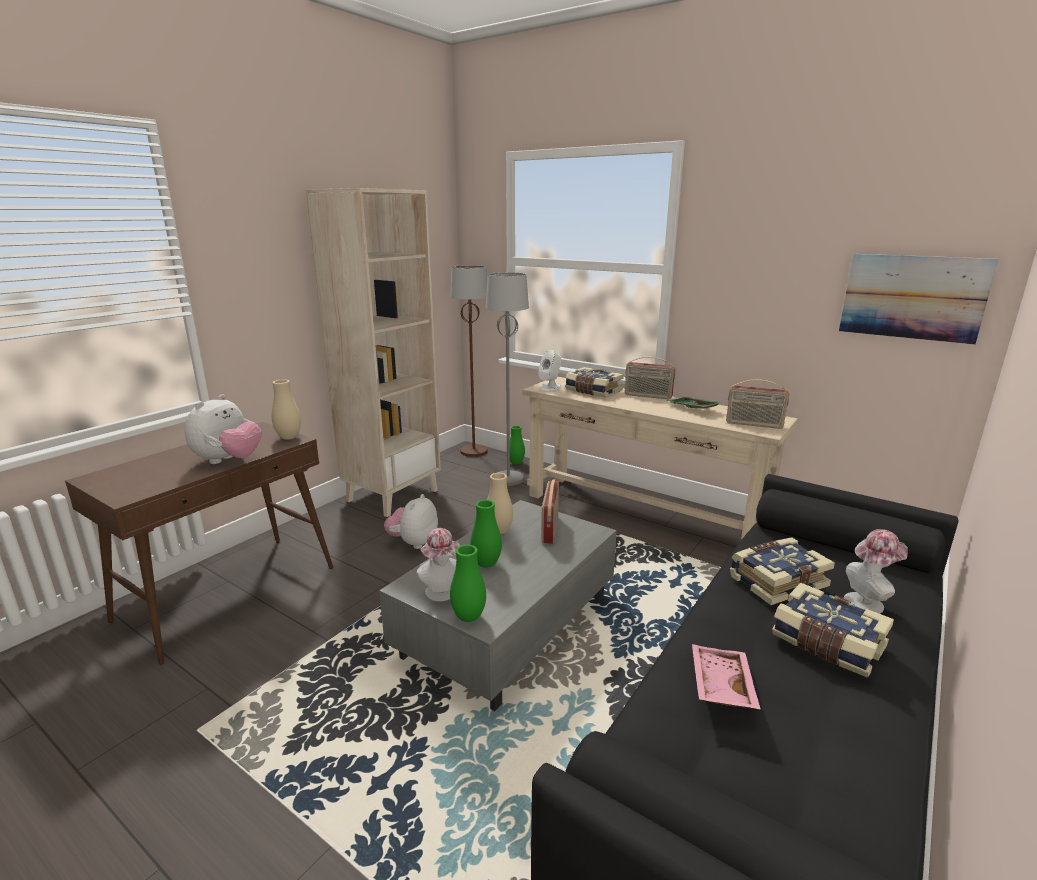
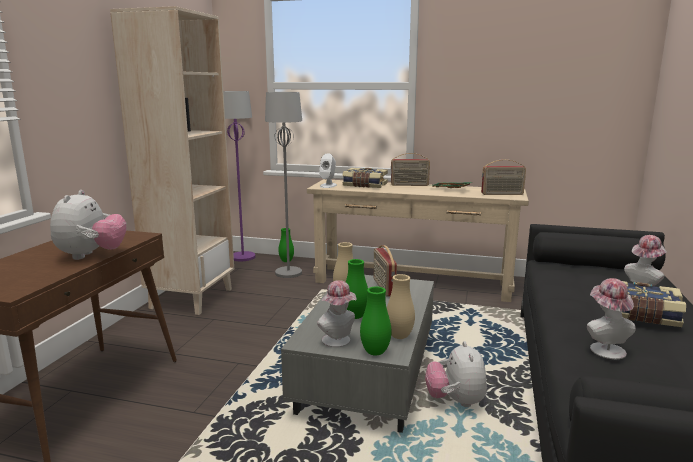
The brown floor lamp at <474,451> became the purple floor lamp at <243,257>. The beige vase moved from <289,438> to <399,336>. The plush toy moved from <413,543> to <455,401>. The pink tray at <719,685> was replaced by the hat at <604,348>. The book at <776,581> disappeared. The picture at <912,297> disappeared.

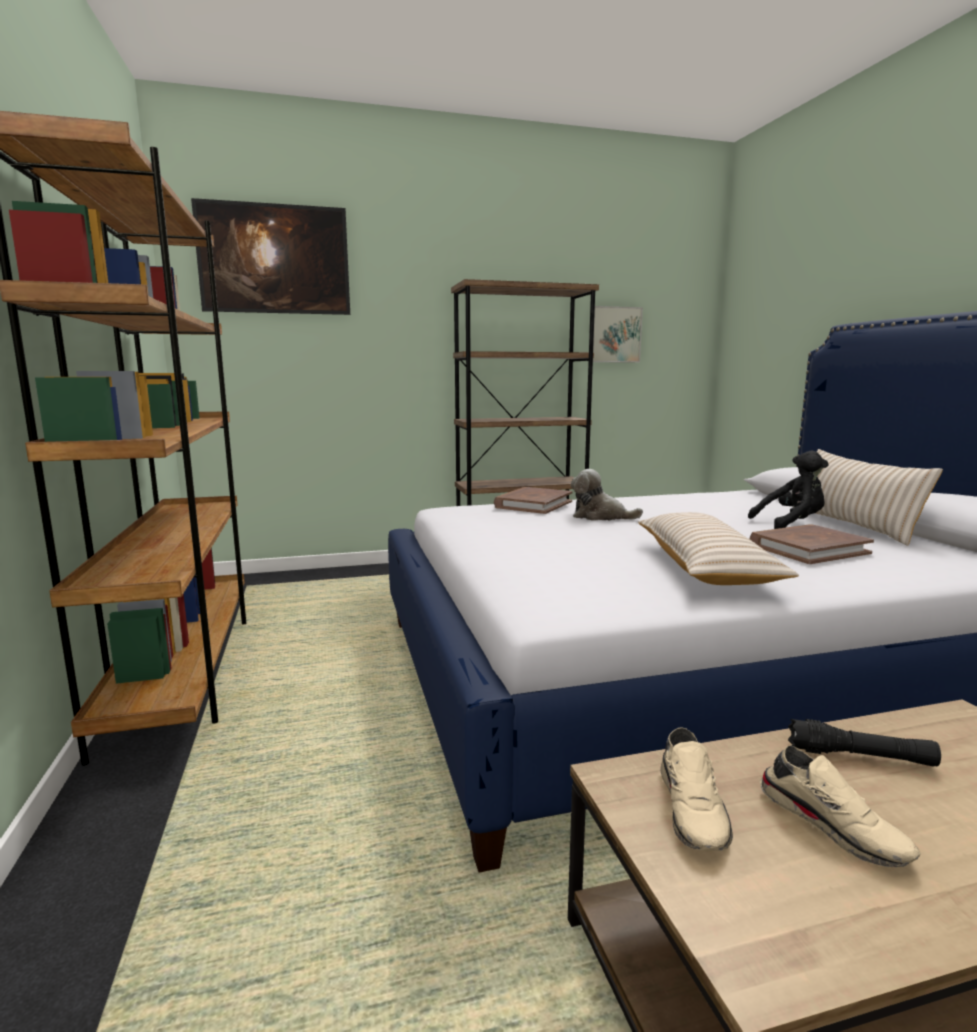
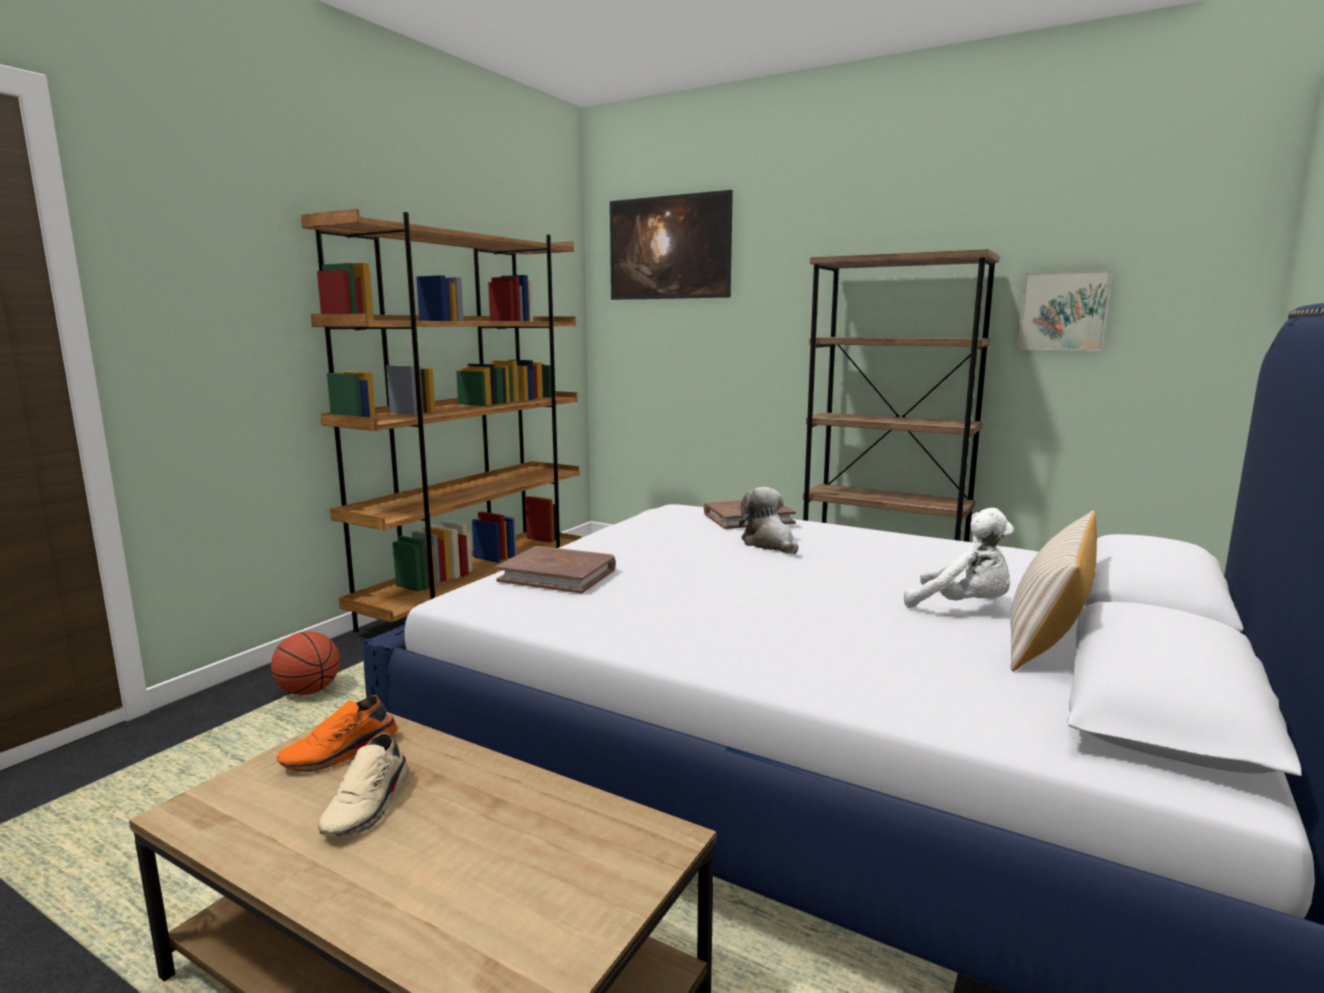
The basketball at <309,691> appeared. The beige shoe at <694,810> became the orange shoe at <341,753>. The brown book moved from <808,549> to <558,574>. The black plush toy at <791,524> became the white plush toy at <963,607>. The beige pillow at <704,567> disappeared. The black flashlight at <860,756> disappeared.

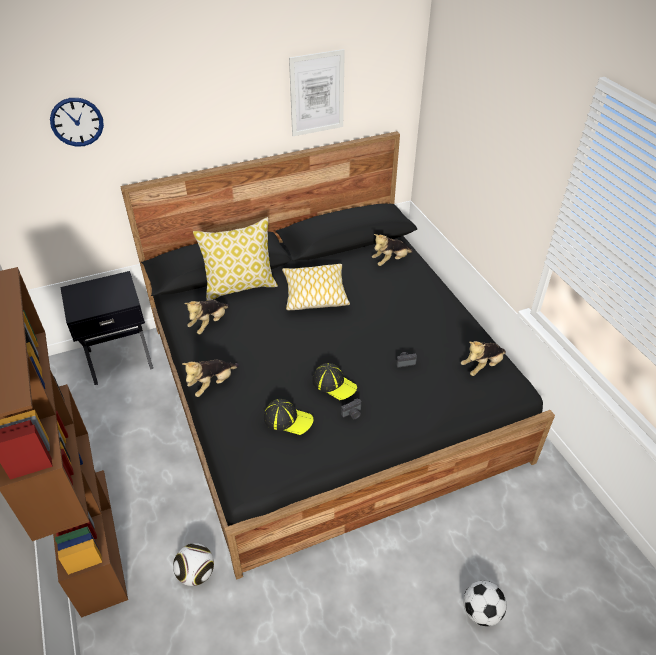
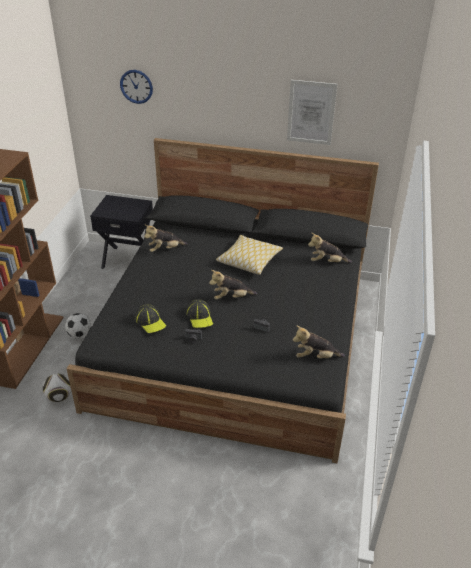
The football moved from <481,611> to <80,335>. The plush toy moved from <212,384> to <231,297>. The pillow at <240,286> disappeared.

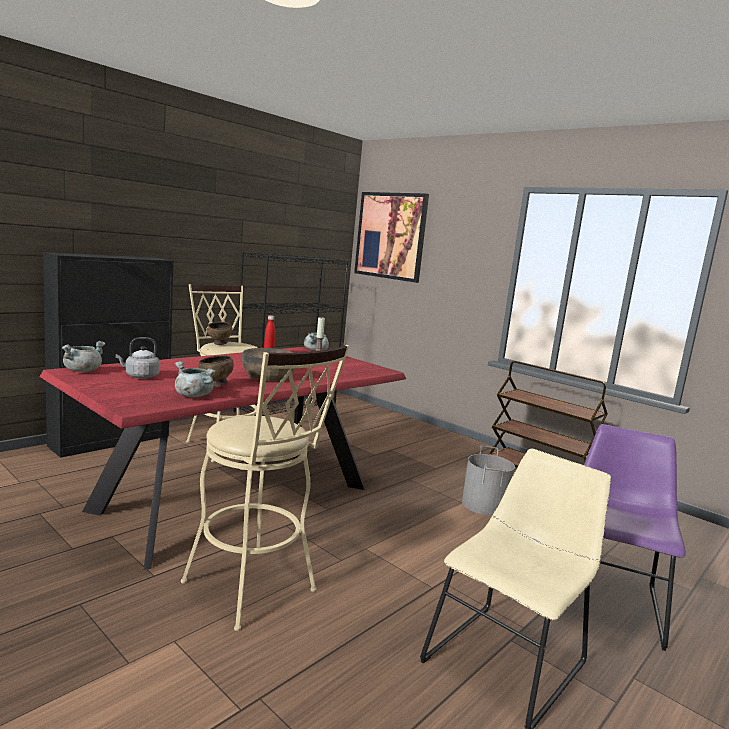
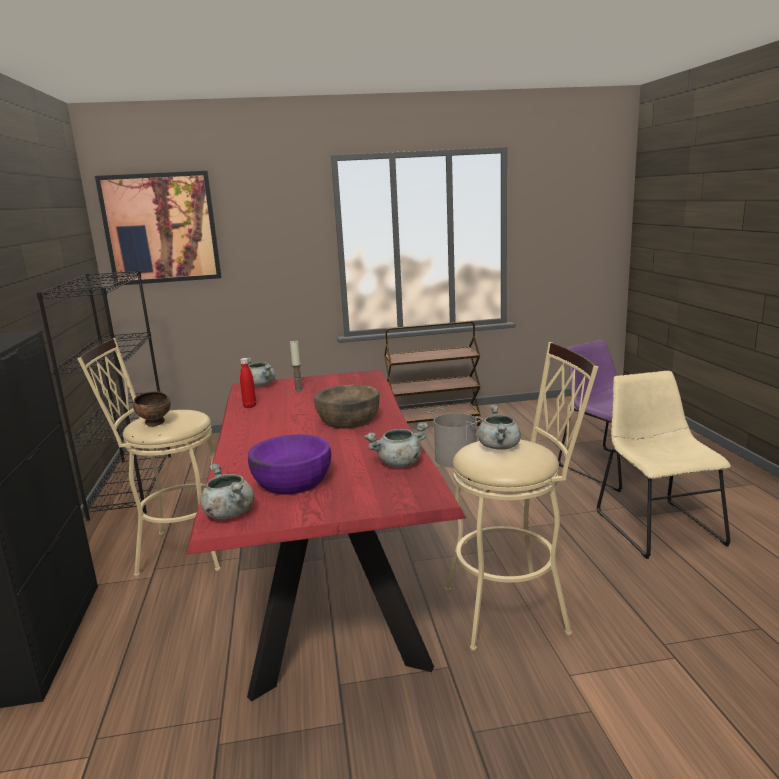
The grey kettle at <140,376> was replaced by the purple bowl at <292,481>. The grey cooking pot at <499,447> appeared. The brown bowl at <215,385> disappeared.

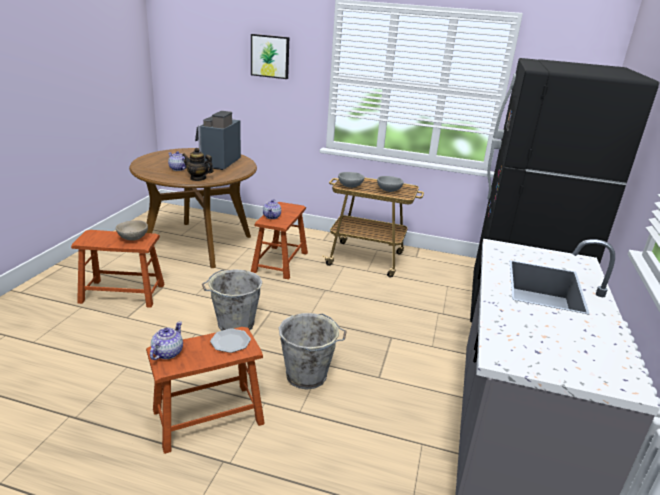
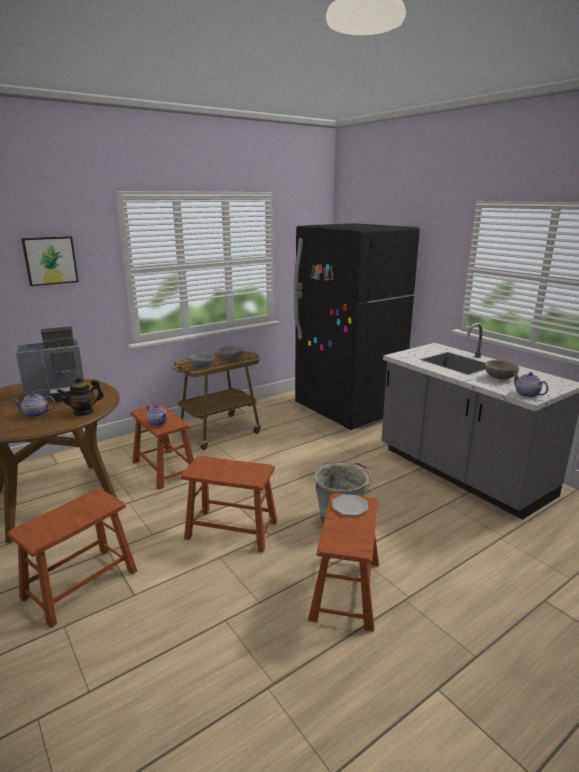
The coffee machine at <217,163> turned 75 degrees counterclockwise. The grey bucket at <234,325> was replaced by the brown stool at <231,529>. The beige bowl moved from <132,238> to <499,378>. The teapot moved from <167,353> to <527,394>.

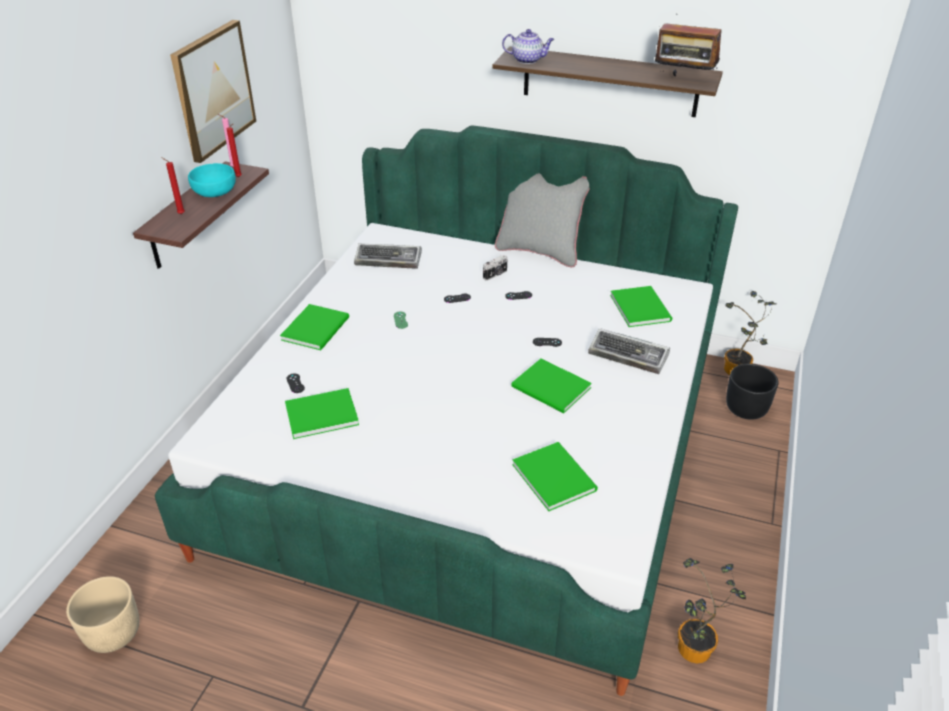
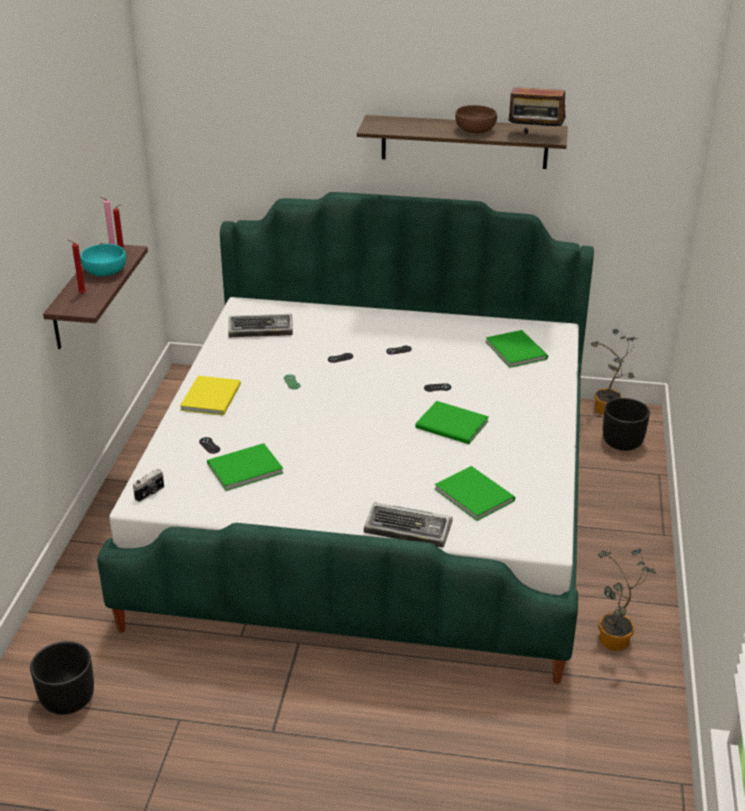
The beige planter at <112,633> became the black planter at <67,699>. The photo camera moved from <495,275> to <150,493>. The green book at <318,328> became the yellow book at <213,396>. The keyboard moved from <629,355> to <409,529>. The brown bowl at <475,130> appeared. The picture at <213,90> disappeared. The grey pillow at <539,251> disappeared. The teapot at <528,60> disappeared.

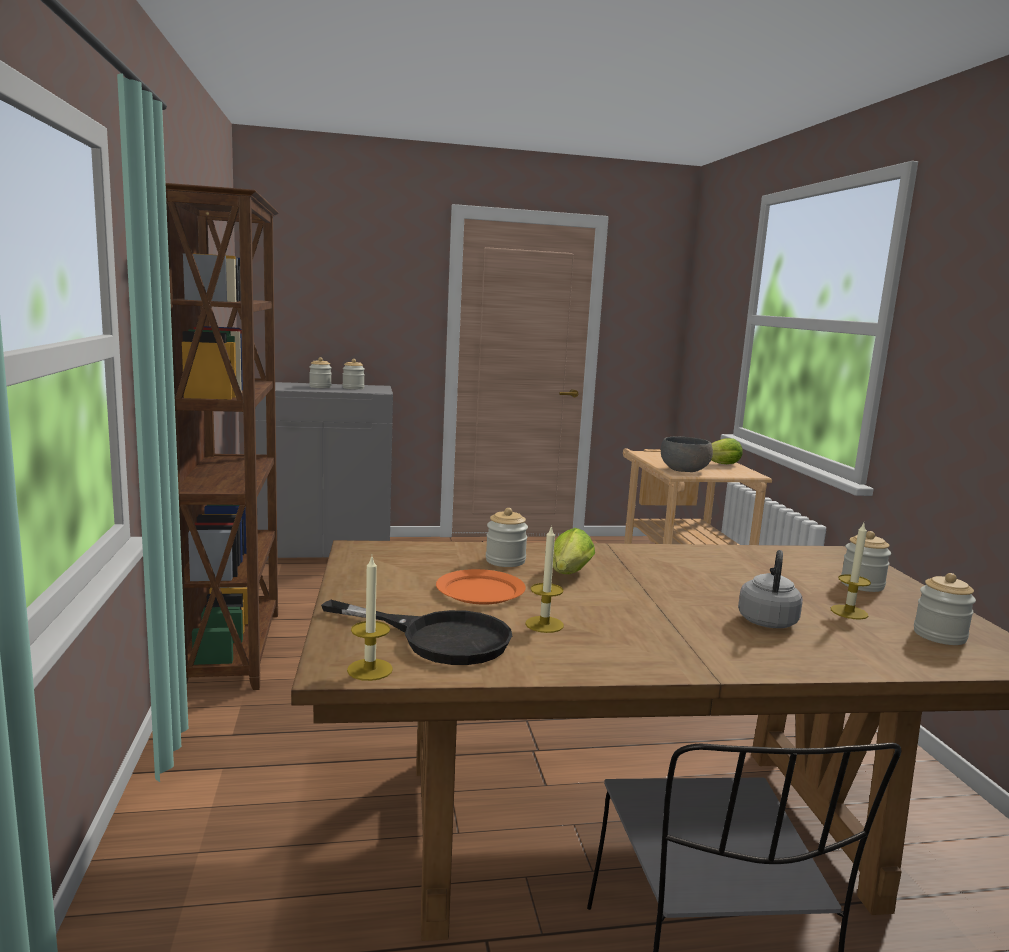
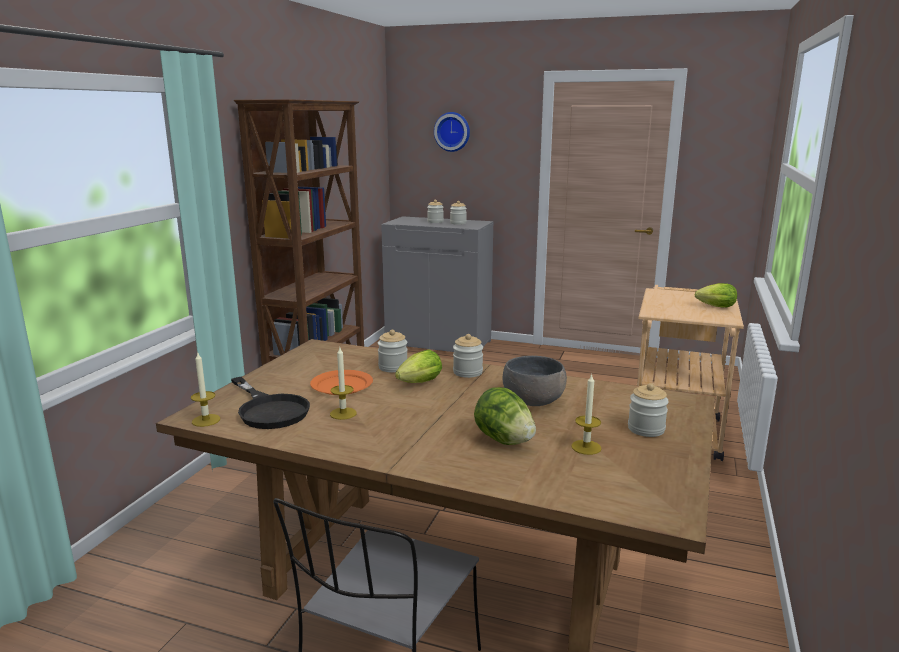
The wall clock at <452,131> appeared. The jar moved from <939,635> to <467,372>. The grey kettle at <767,620> was replaced by the lettuce at <504,440>. The grey bowl moved from <684,470> to <533,401>.

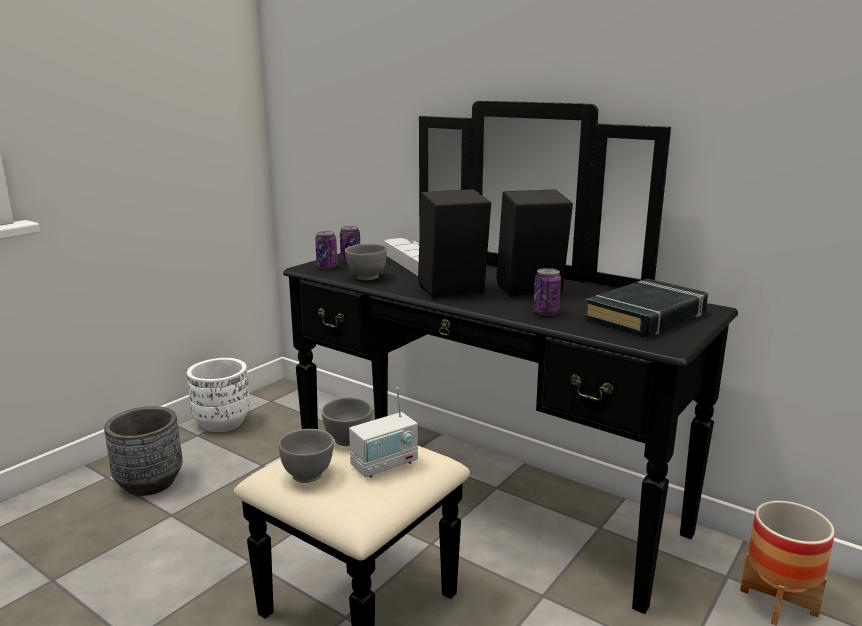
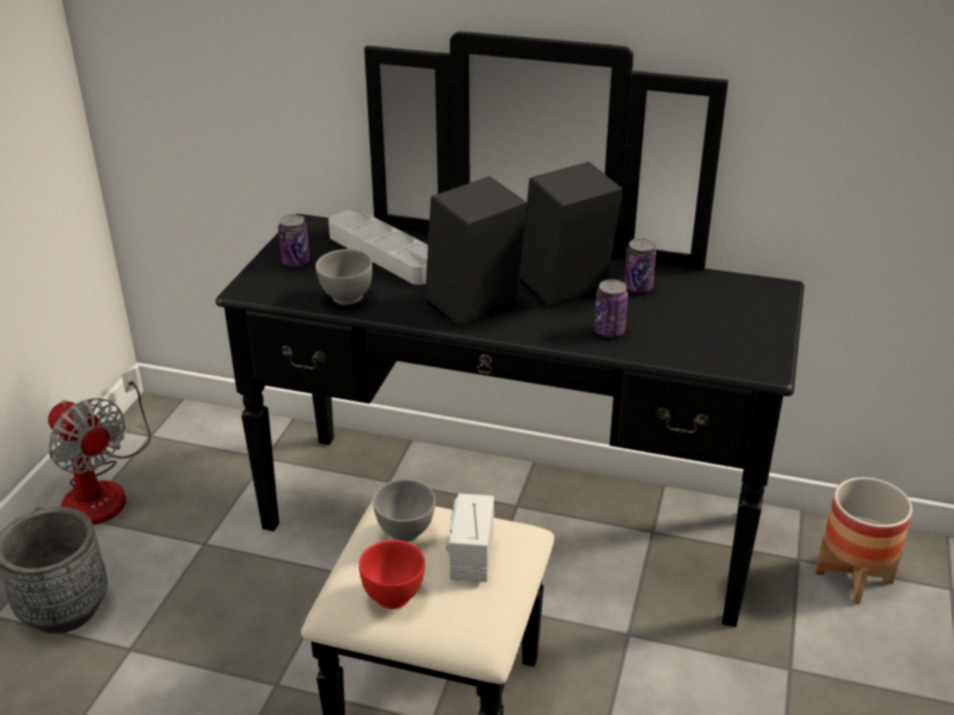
The white planter at <222,423> was replaced by the fan at <103,488>. The grey bowl at <308,475> became the red bowl at <393,596>. The radio at <385,464> turned 150 degrees clockwise. The can moved from <327,267> to <638,287>. The black book at <646,316> disappeared.

